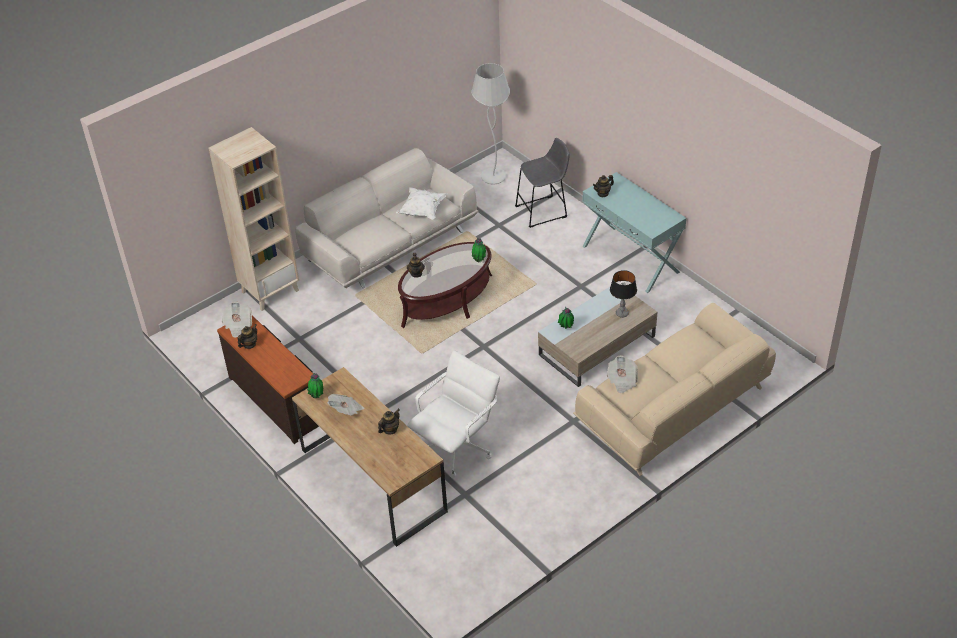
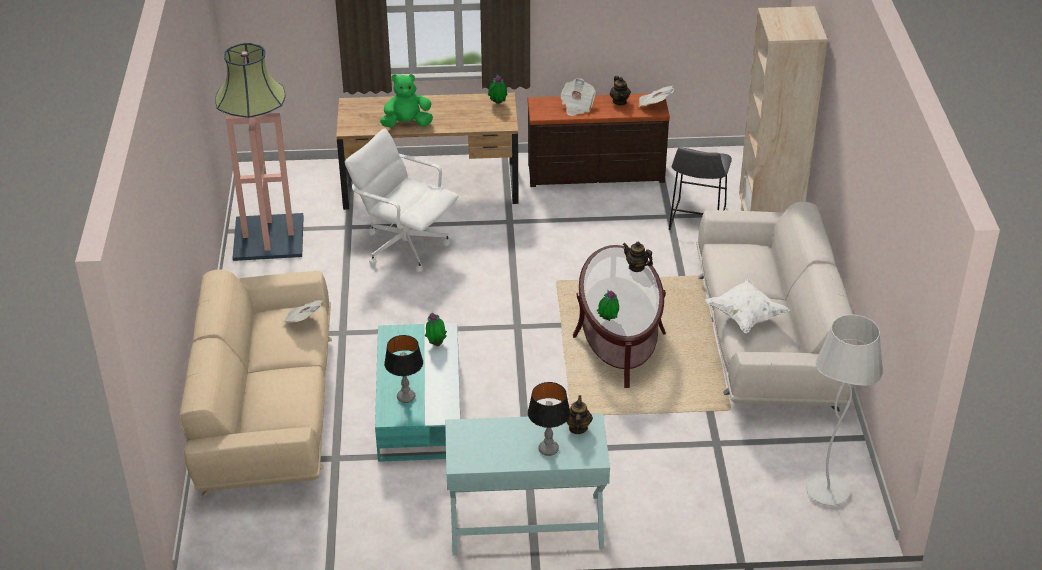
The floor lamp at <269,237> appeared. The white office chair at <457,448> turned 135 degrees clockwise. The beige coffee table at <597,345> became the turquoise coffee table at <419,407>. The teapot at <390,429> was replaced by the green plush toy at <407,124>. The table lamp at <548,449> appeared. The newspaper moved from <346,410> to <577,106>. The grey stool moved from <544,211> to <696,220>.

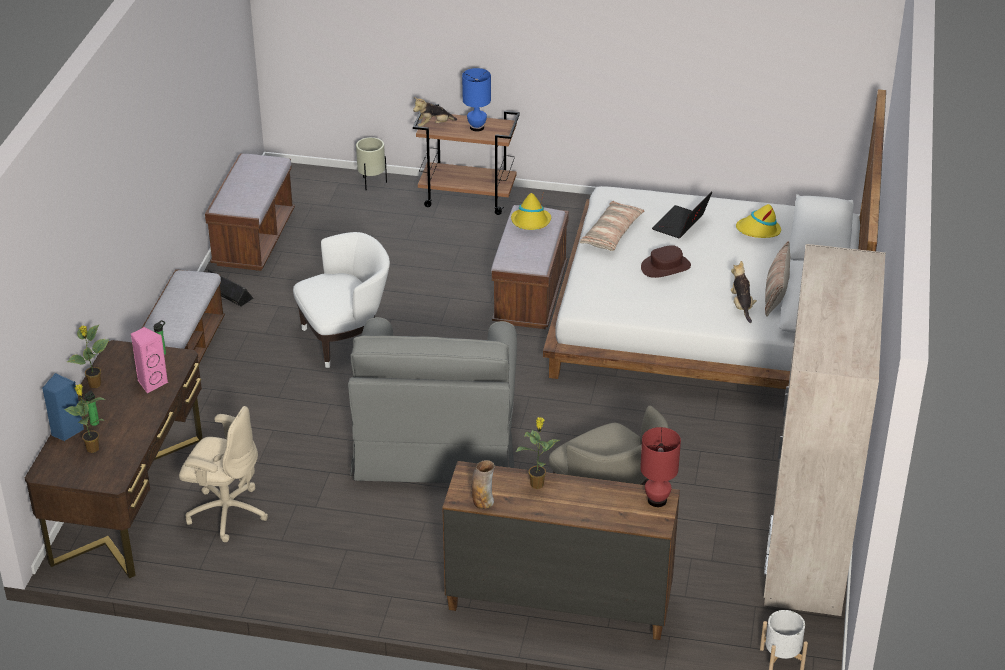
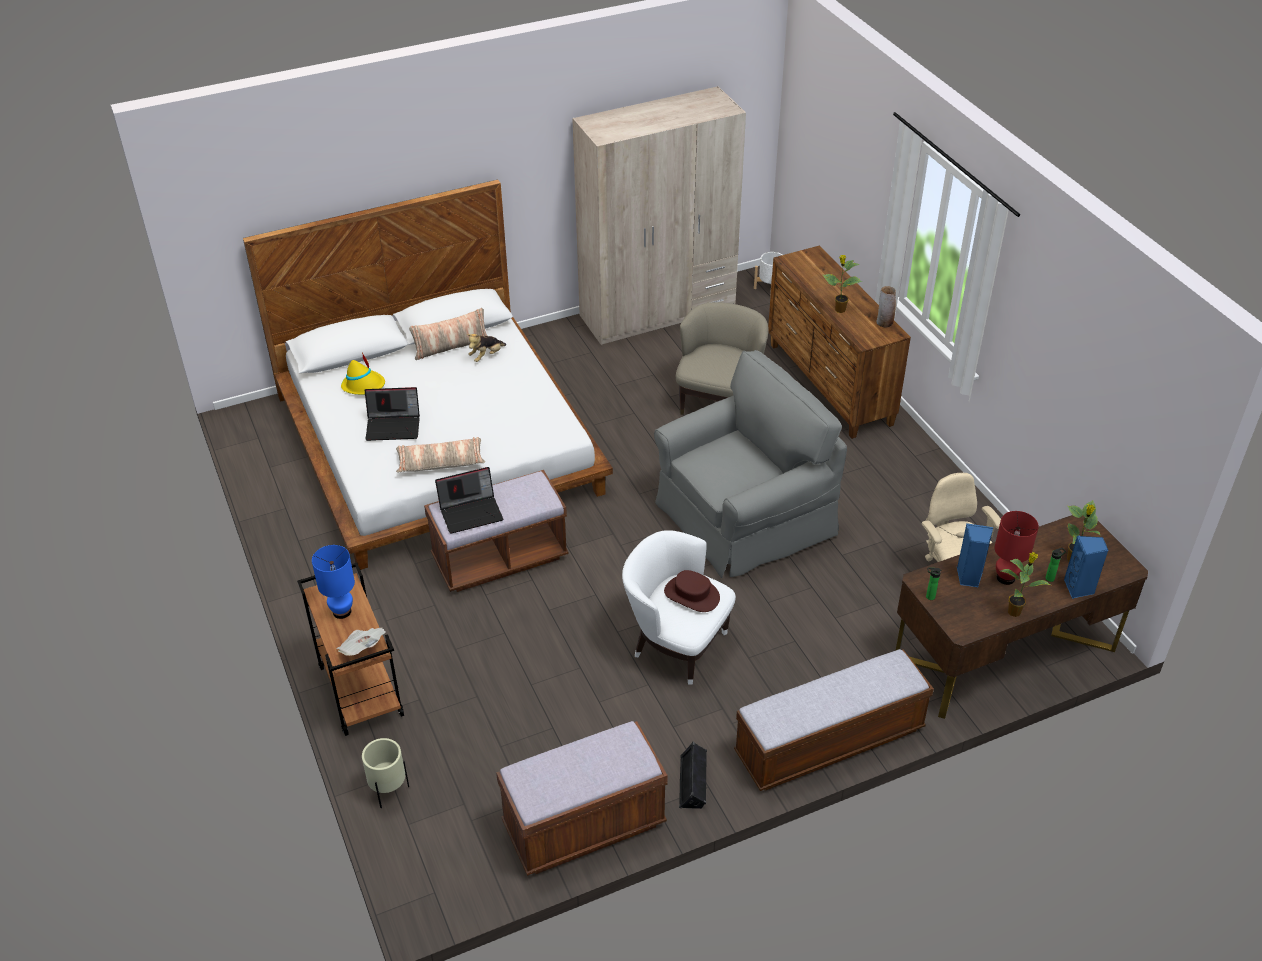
The plush toy at <433,125> was replaced by the newspaper at <362,649>. The yellow hat at <531,222> was replaced by the laptop at <471,512>. The brown hat moved from <665,267> to <692,595>. The pink speaker at <151,383> became the blue speaker at <969,577>. The red table lamp moved from <657,500> to <1005,578>.

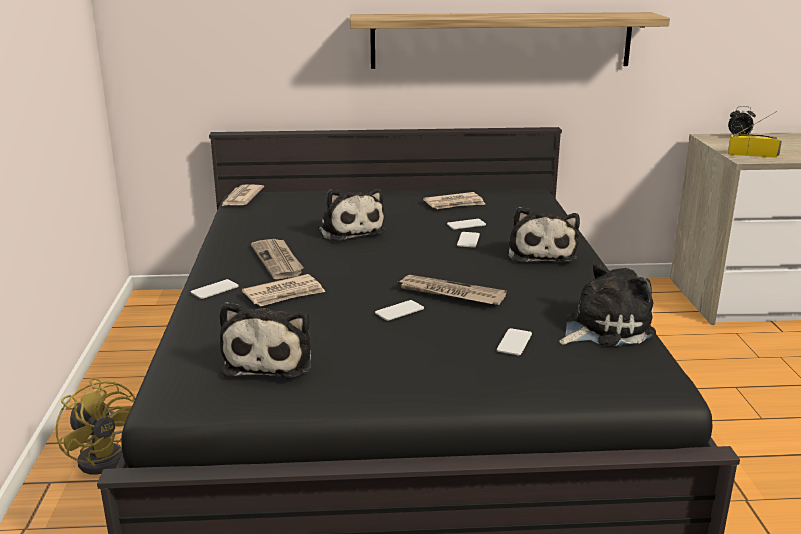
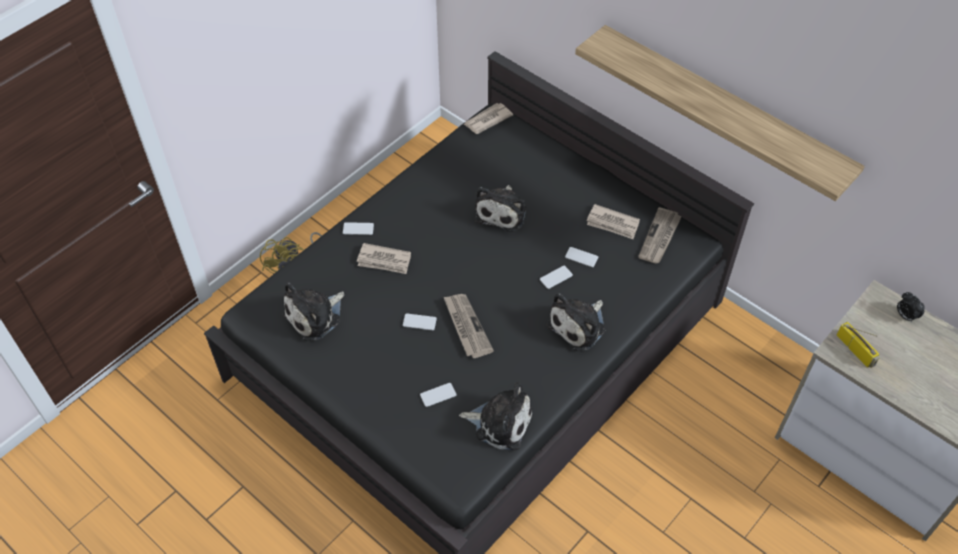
The newspaper moved from <278,261> to <659,238>.

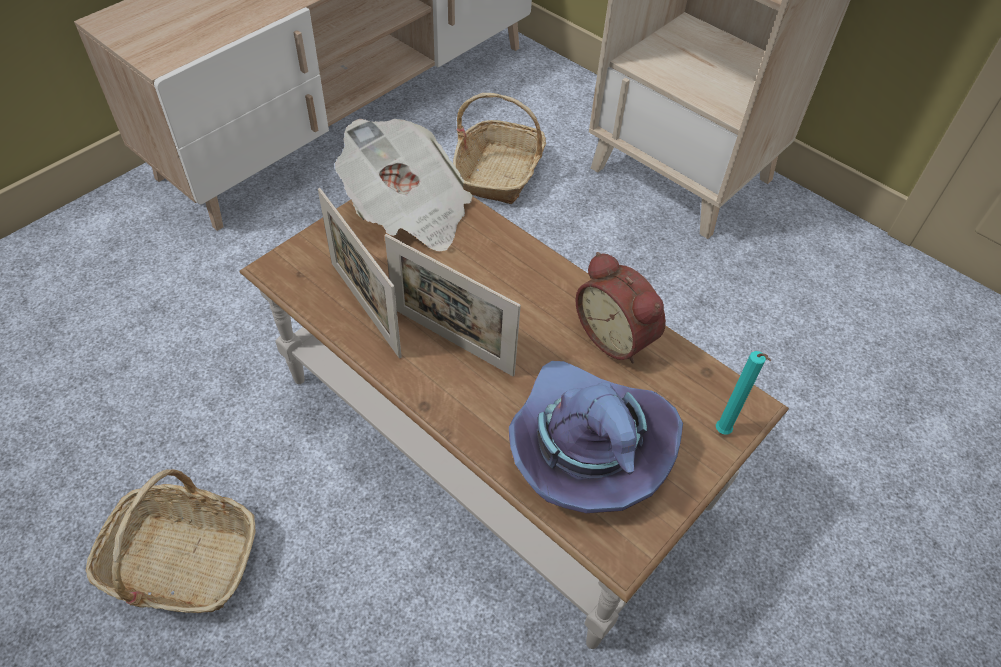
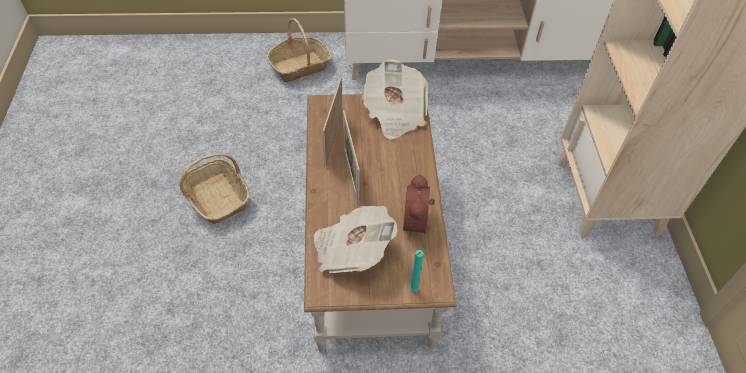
The basket moved from <499,172> to <300,66>. The purple hat at <584,448> was replaced by the newspaper at <351,250>.

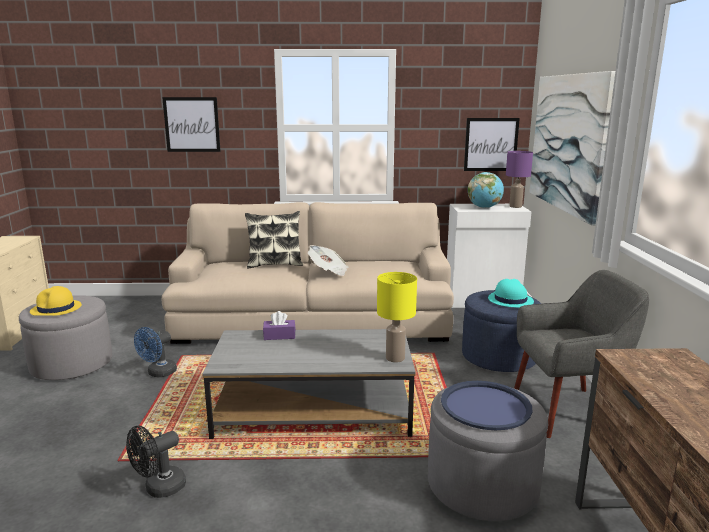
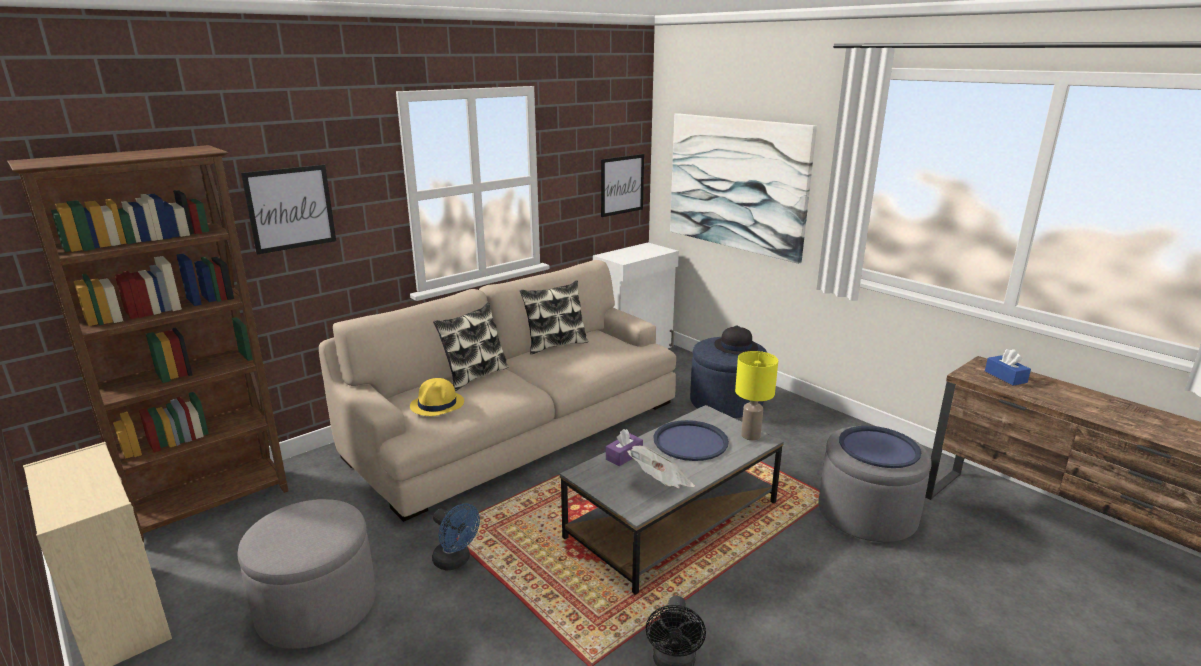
The brown bookcase at <211,505> appeared. The yellow hat moved from <56,309> to <437,404>. The blue fan at <158,373> turned 45 degrees counterclockwise. The pillow at <555,344> appeared. The newspaper moved from <328,271> to <660,482>. The blue tray at <690,441> appeared. The turquoise hat at <510,300> became the black hat at <735,347>. The blue tissue box at <1005,377> appeared. The globe at <484,207> disappeared. The purple table lamp at <515,206> disappeared. The grey armchair at <568,411> disappeared.

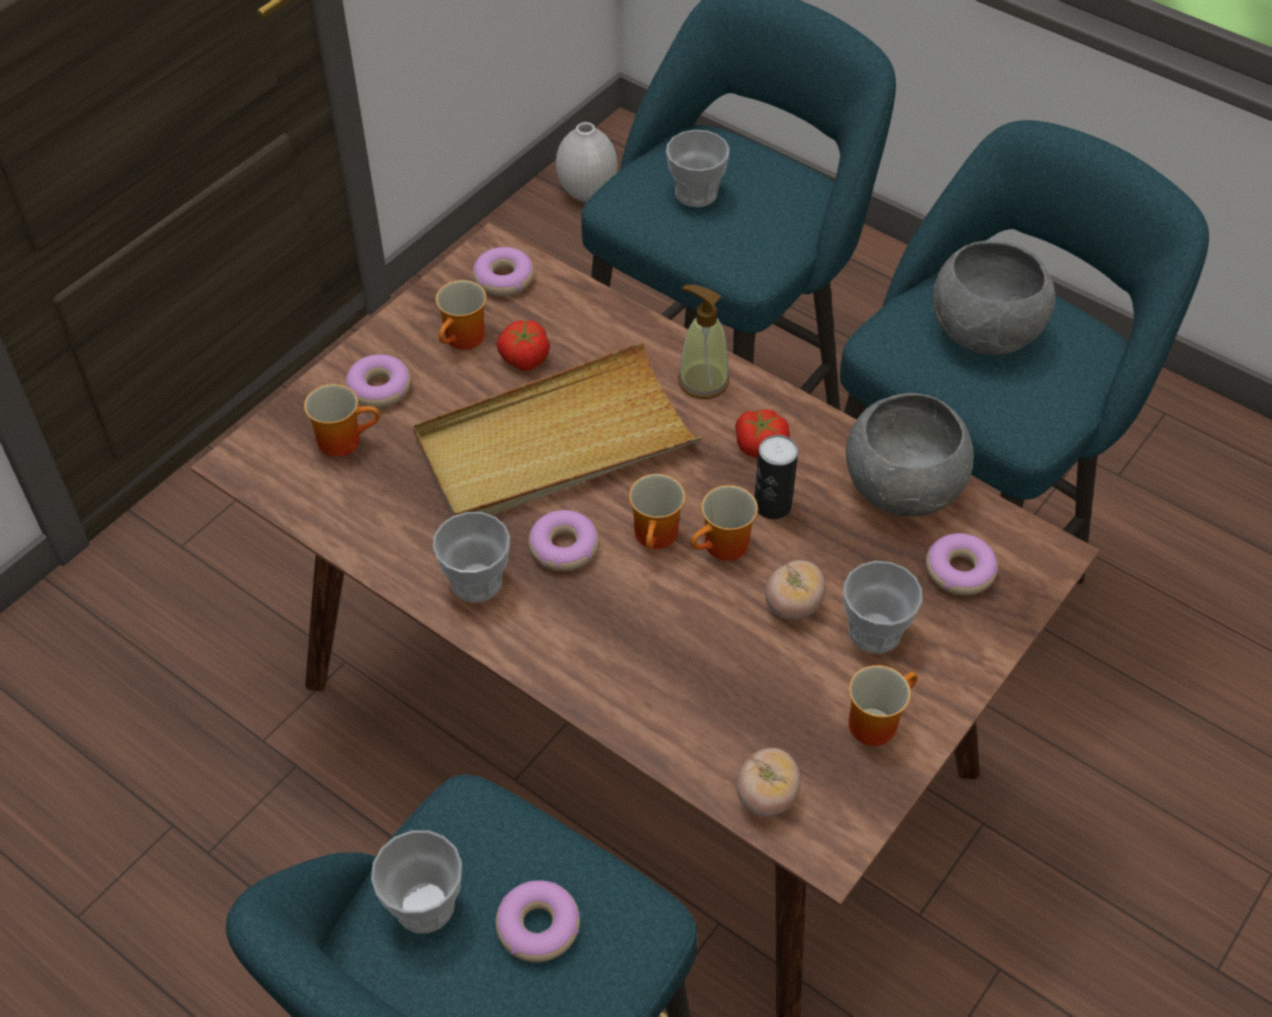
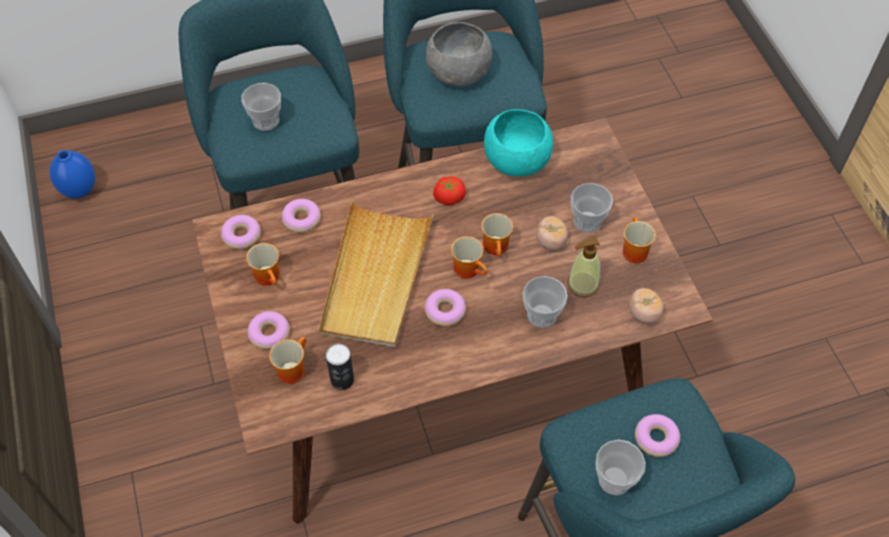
The white vase at <586,194> became the blue vase at <79,191>. The donut moved from <960,571> to <302,219>. The can moved from <772,505> to <342,380>. The grey bowl at <904,486> became the turquoise bowl at <517,160>. The cup moved from <476,582> to <542,315>. The soap dispenser moved from <703,381> to <582,284>. The tomato at <524,358> disappeared.

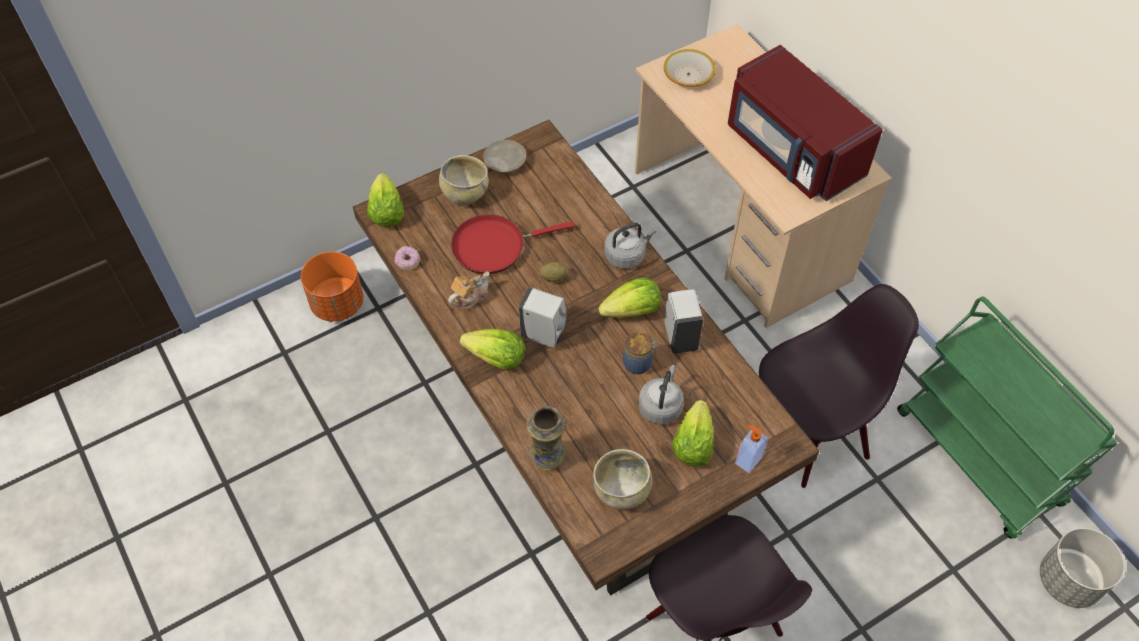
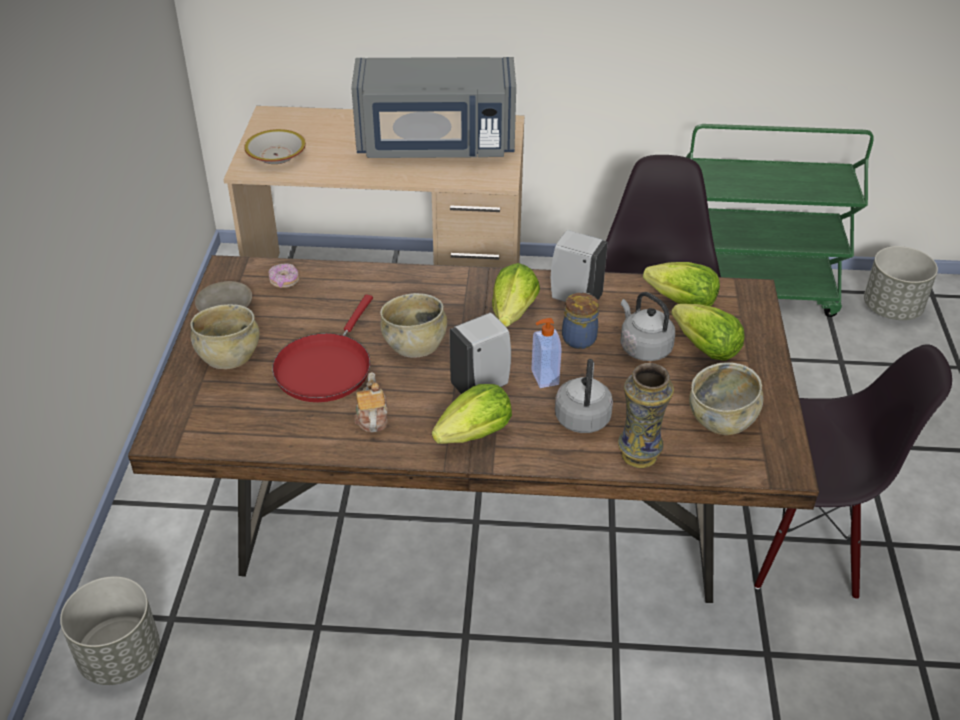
The orange planter at <337,304> became the grey planter at <121,657>. The donut moved from <407,261> to <284,281>. The red microwave at <792,151> became the grey microwave at <436,146>. The potato at <553,277> was replaced by the beige bowl at <415,345>. The soap dispenser moved from <747,460> to <543,377>. The grey kettle moved from <626,255> to <582,416>. The lettuce moved from <386,212> to <682,302>.

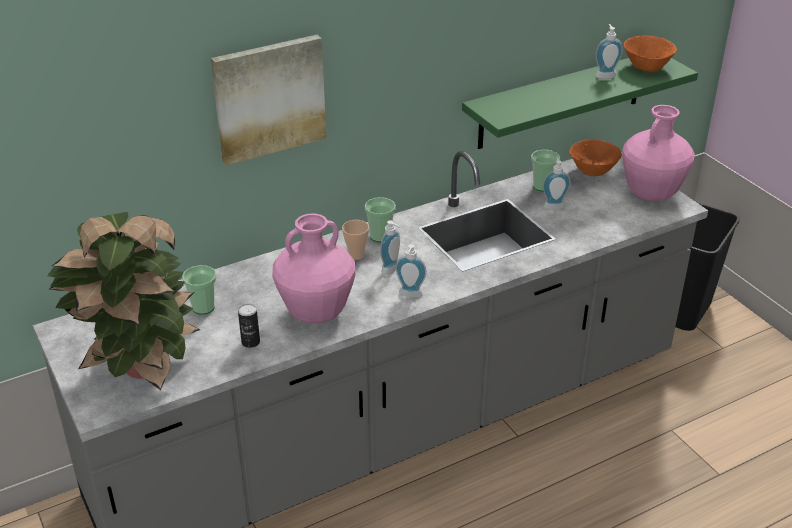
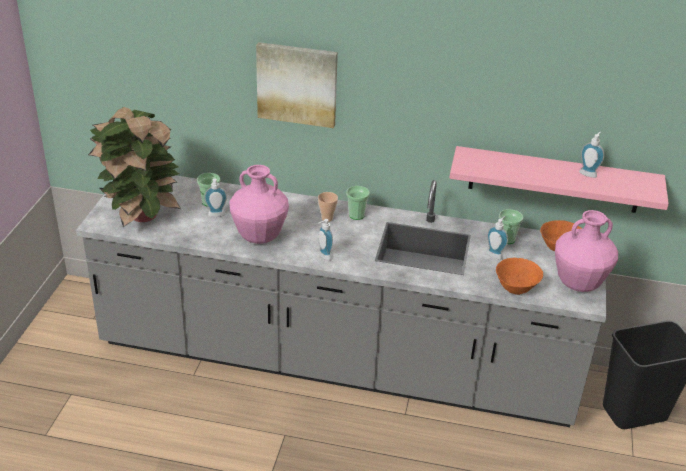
The soap dispenser moved from <392,270> to <216,216>. The green shelf at <561,100> became the pink shelf at <554,180>. The orange bowl moved from <647,67> to <516,287>. The can at <250,342> disappeared.

